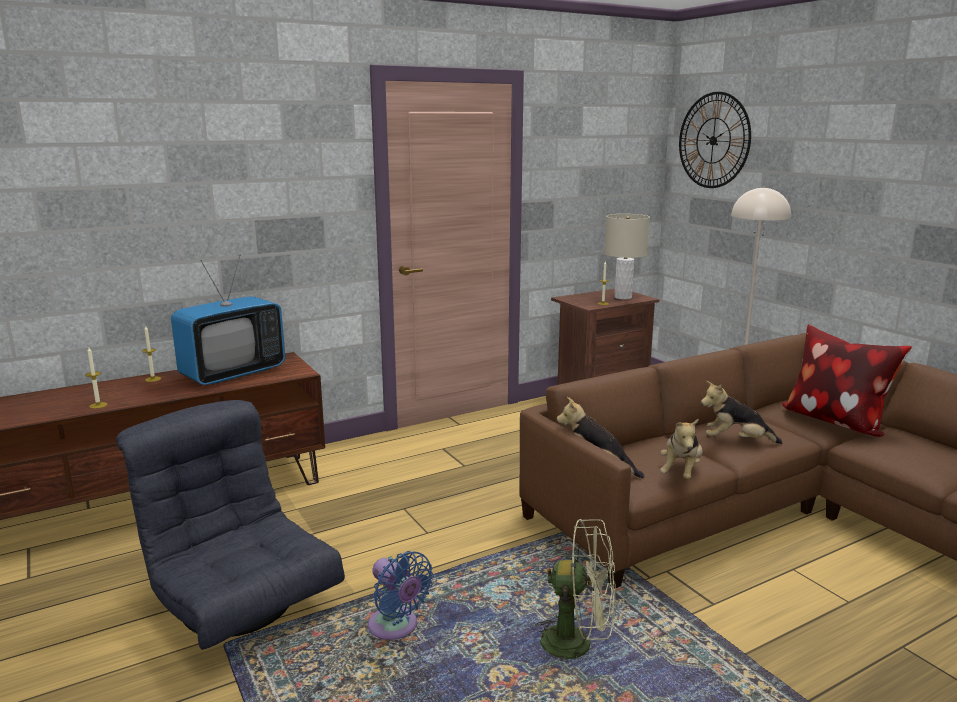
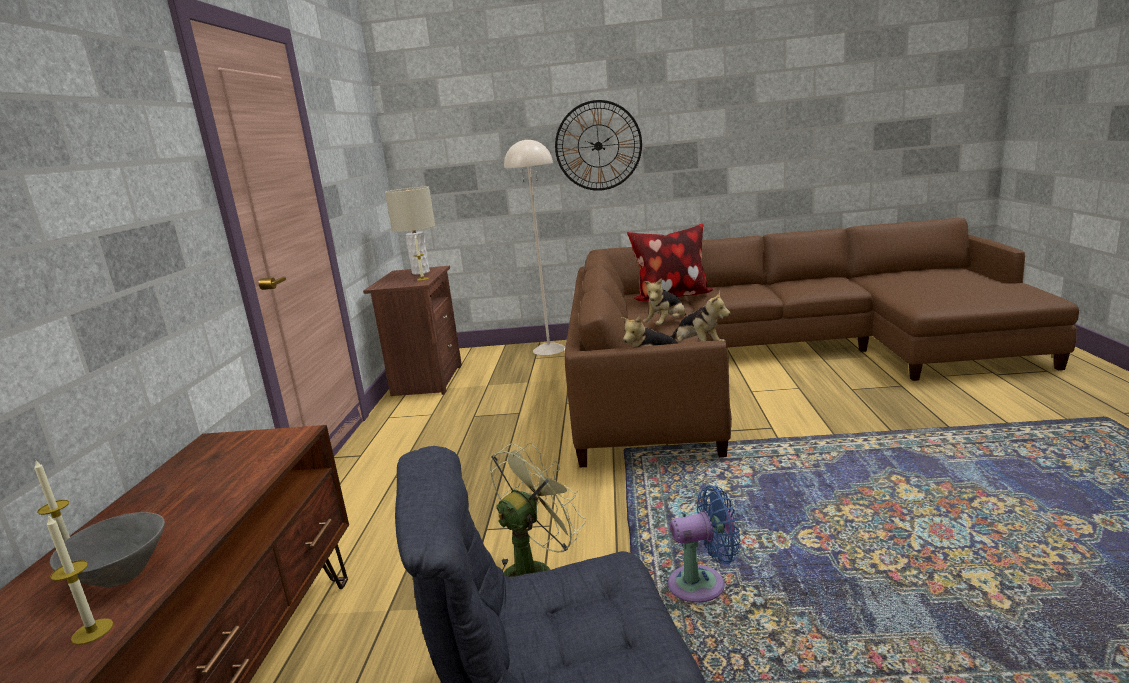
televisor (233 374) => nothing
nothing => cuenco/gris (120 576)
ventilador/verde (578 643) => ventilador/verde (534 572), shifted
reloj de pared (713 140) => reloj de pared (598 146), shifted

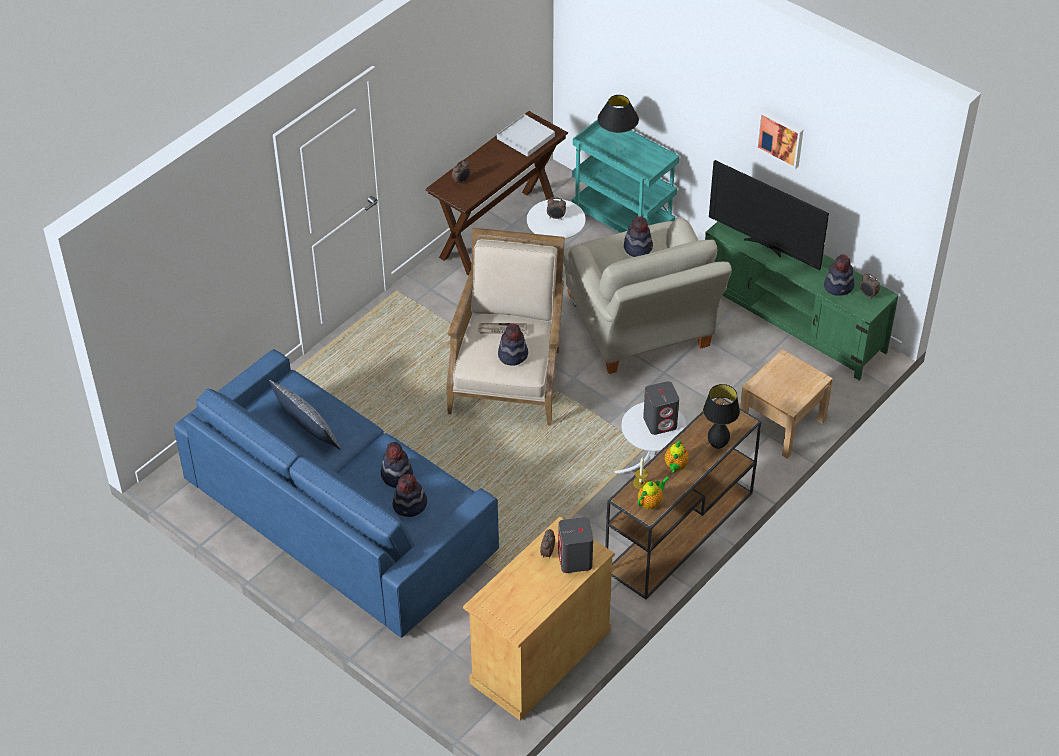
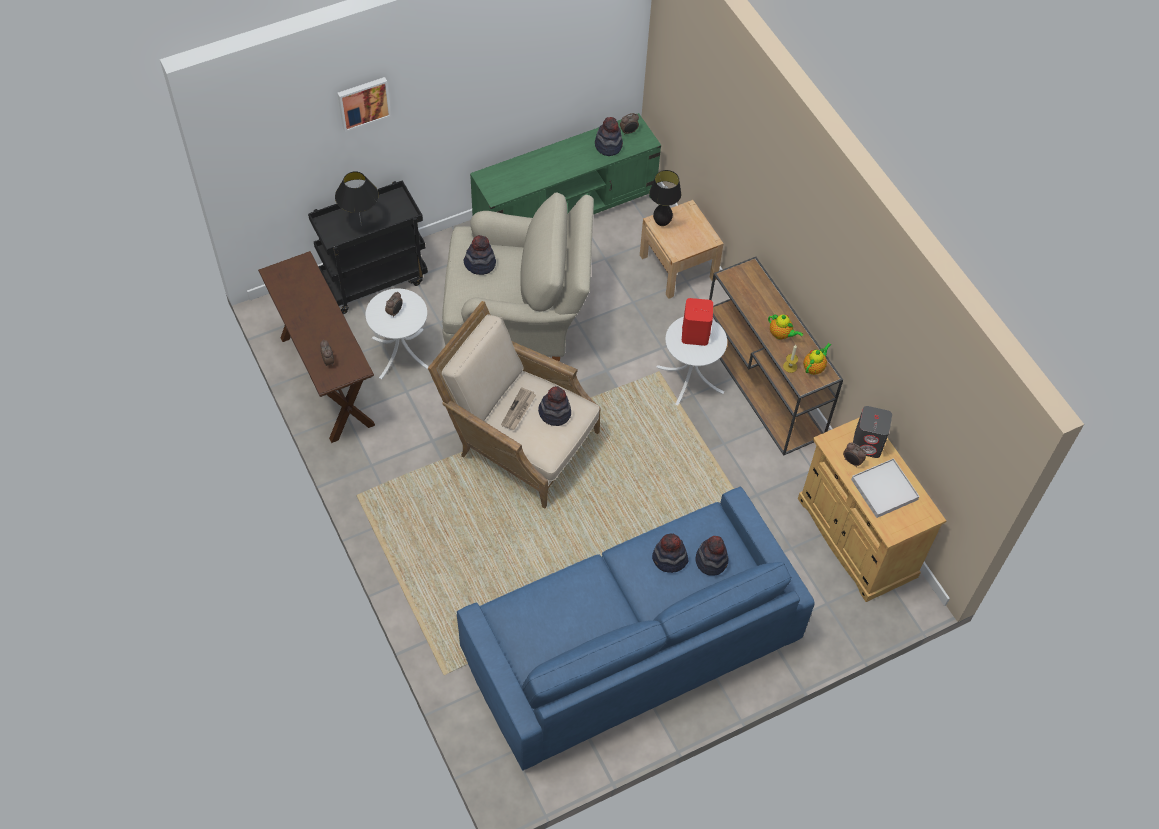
cojín (306 427) => nothing
televisor (764 246) => nothing
bandeja/blanco (525 137) => bandeja/blanco (884 489), shifted
lámpara de mesa/negro (718 445) => lámpara de mesa/negro (662 222), shifted
cuadro (781 137) => cuadro (363 102), shifted
carrito/turquesa (623 223) => carrito/negro (374 279)
altavoz/gris (660 422) => altavoz/rojo (695 333)
tetera (651 502) => tetera (814 367), 60 degrees clockwise

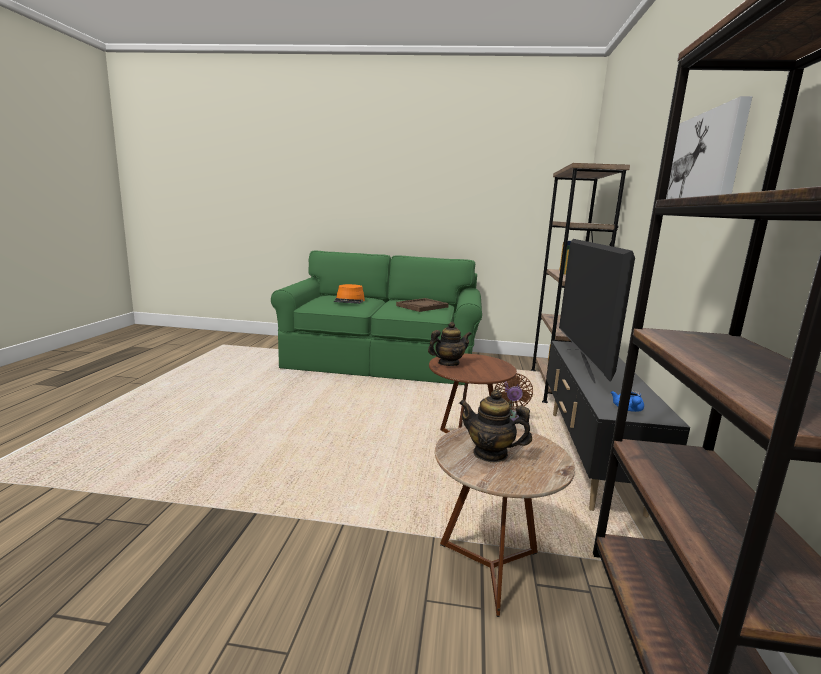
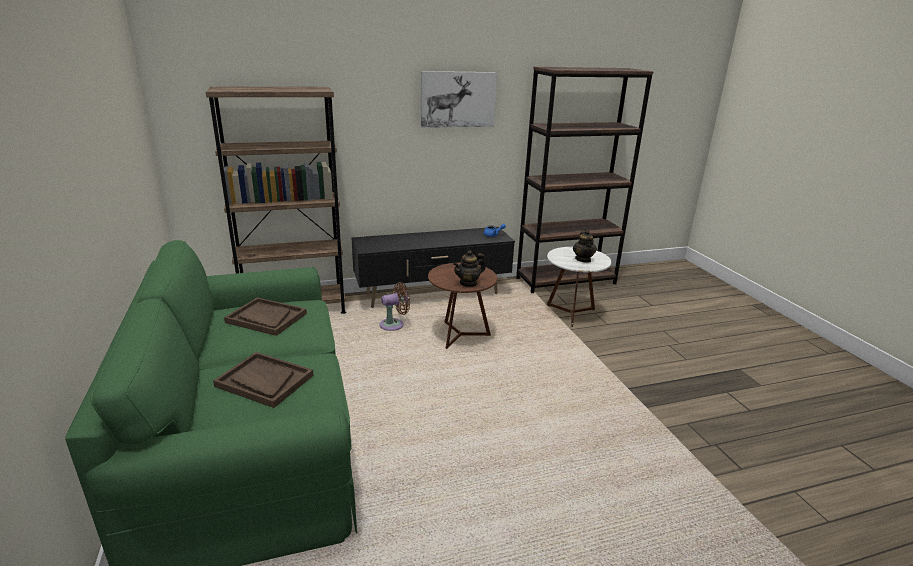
televisor (580 364) => nothing
sombrero/naranja (349 301) => bandeja/marrón (264 381)
mesa auxiliar/marrón (490 569) => mesa auxiliar/blanco (571 313)
tetera (448 363) => tetera (468 283), 75 degrees counterclockwise

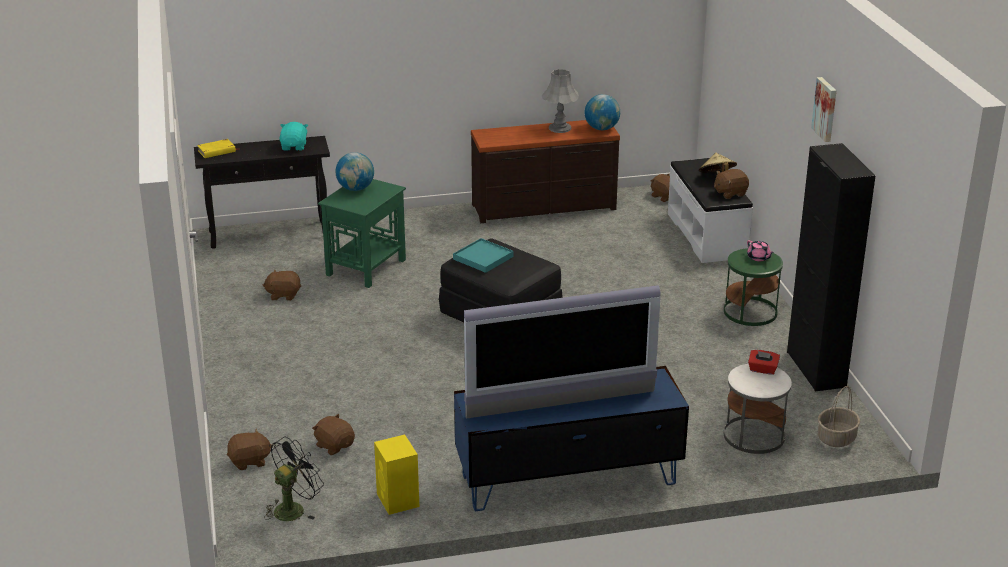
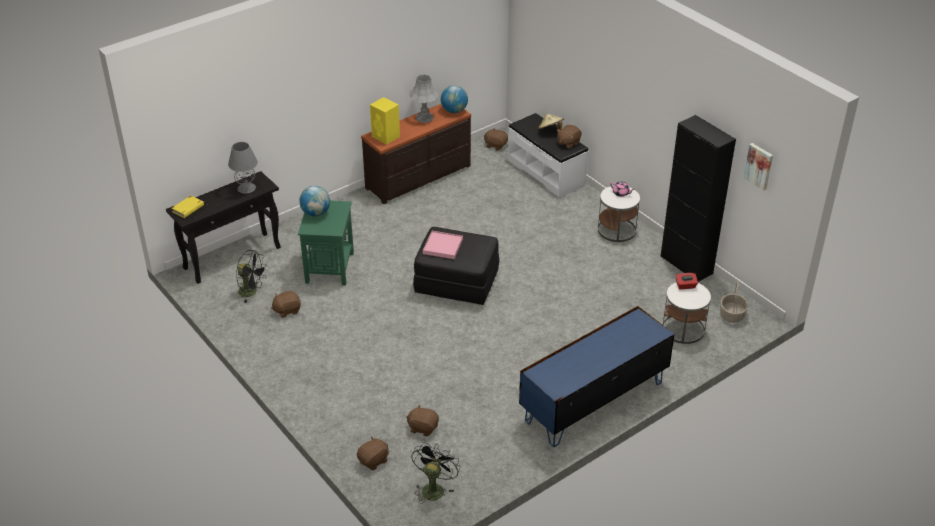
televisor (561 405) => nothing
nothing => ventilador/negro (252 292)
altavoz/amarillo (398 501) => altavoz/amarillo (386 137), shifted
cuadro (826 109) => cuadro (759 166), shifted
peluche/turquesa (294 147) => lámpara de mesa/gris (246 188)
bandeja/turquesa (483 258) => bandeja/rosa (442 246)
mesa auxiliar/verde (750 312) => mesa auxiliar/blanco (617 230)

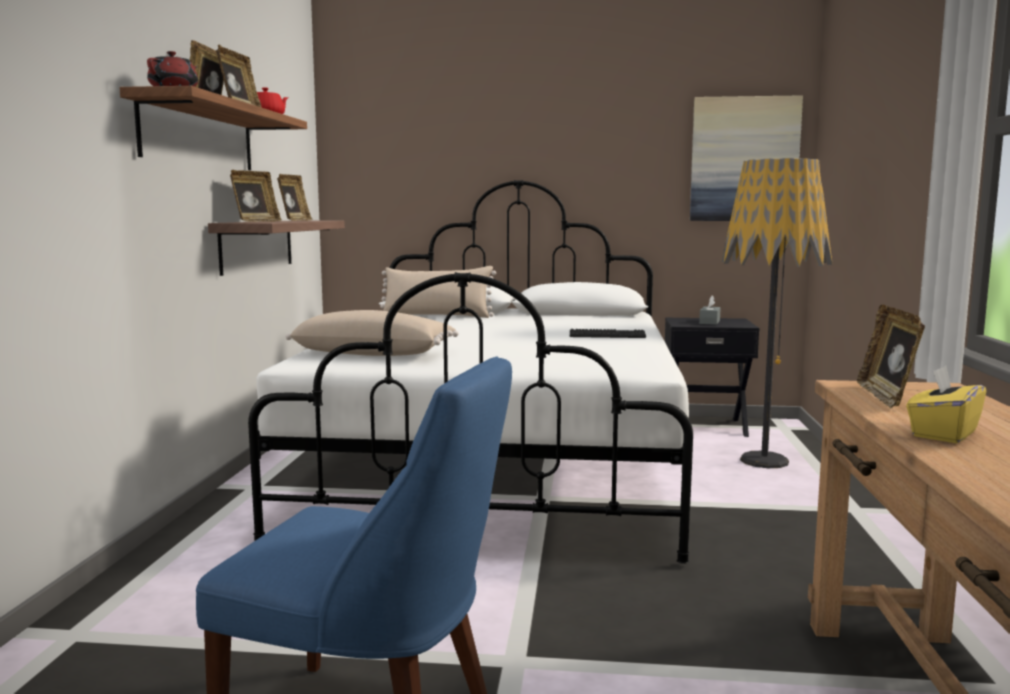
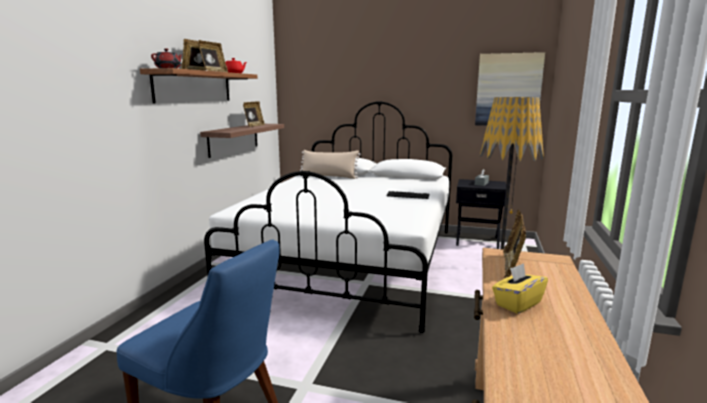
portarretratos (256 221) => nothing
cojín/beis (374 354) => nothing

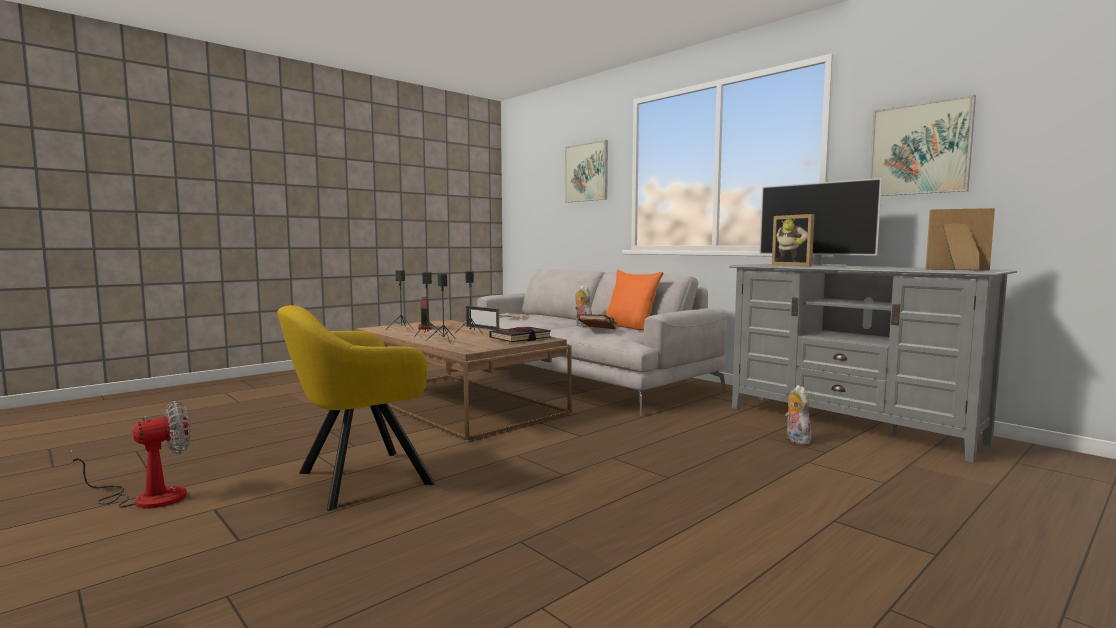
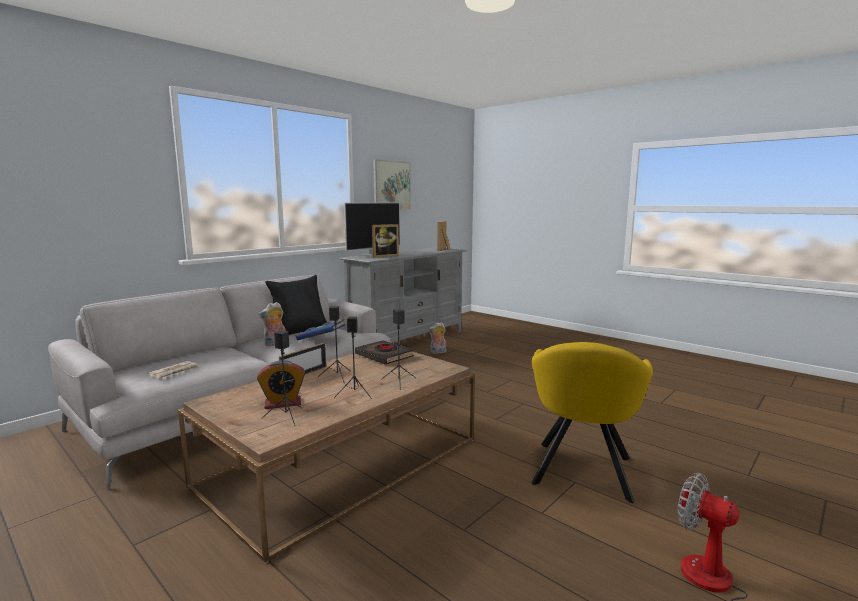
cuadro (586 172) => nothing
libro/marrón (598 331) => libro/azul (321 338)
cojín/naranja (631 327) => cojín/negro (300 330)
sillón/amarillo (356 479) => sillón/amarillo (582 473), 60 degrees clockwise

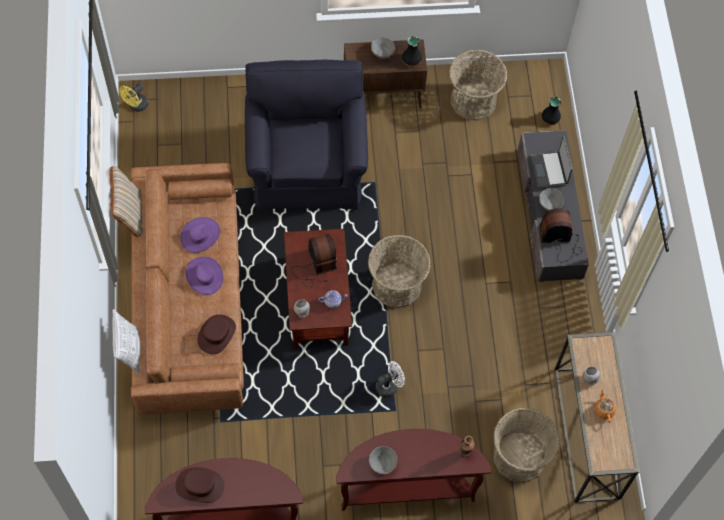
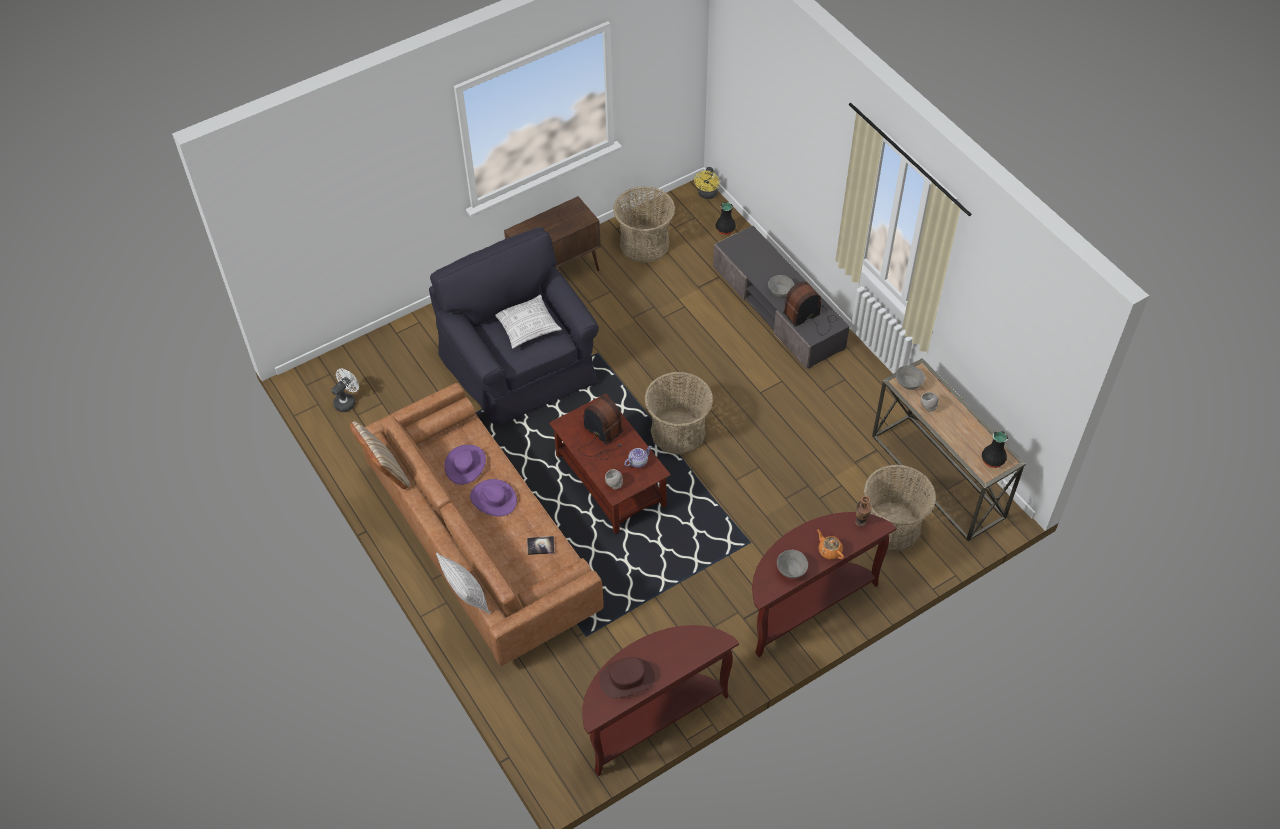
portátil (549 170) => nothing
nothing => cojín (527 327)
ventilador/amarillo (136 106) => ventilador/amarillo (707 195), shifted
cuenco/gris (382 53) => cuenco/gris (909 383), shifted
ventilador/blanco (389 386) => ventilador/blanco (347 401), shifted
florero/negro (411 60) => florero/negro (992 460), shifted
tetera/naranja (604 409) => tetera/naranja (829 550), shifted
sombrero/marrón (216 334) => libro (540 546)

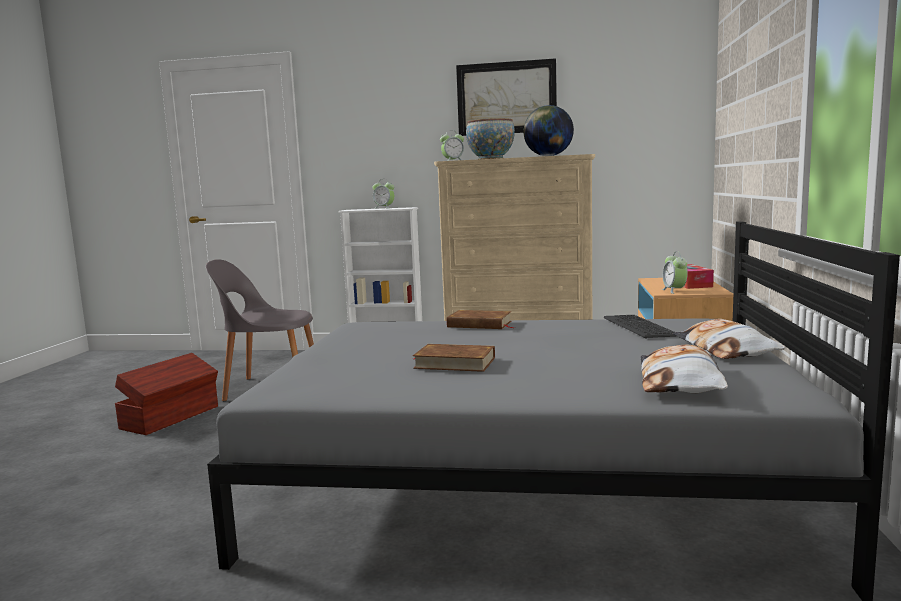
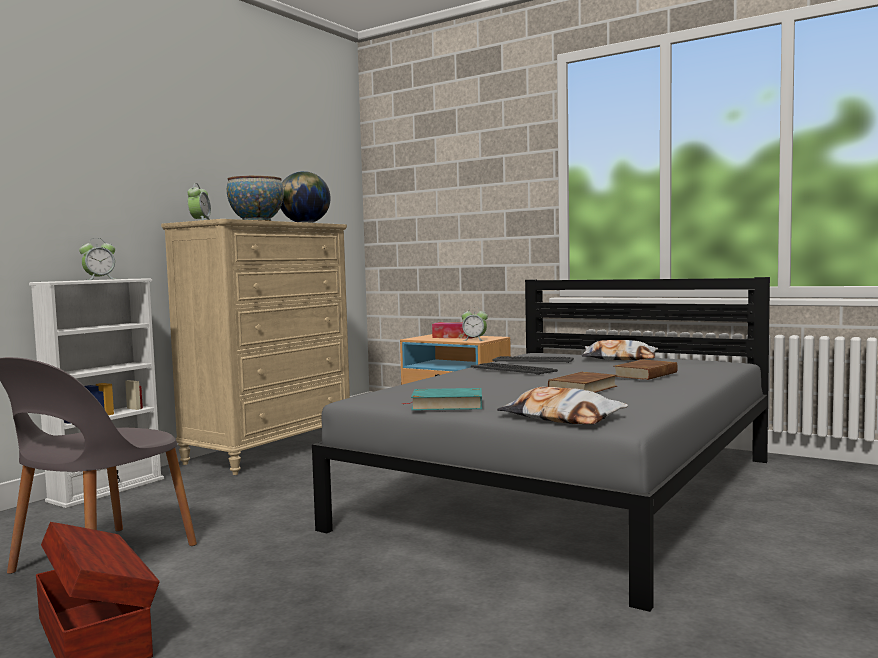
cuadro (506 98) => nothing
nothing => libro/turquesa (447 405)
nothing => teclado (513 369)
libro/marrón (479 324) => libro/marrón (646 374), shifted
cojín (680 381) => cojín (561 418), shifted

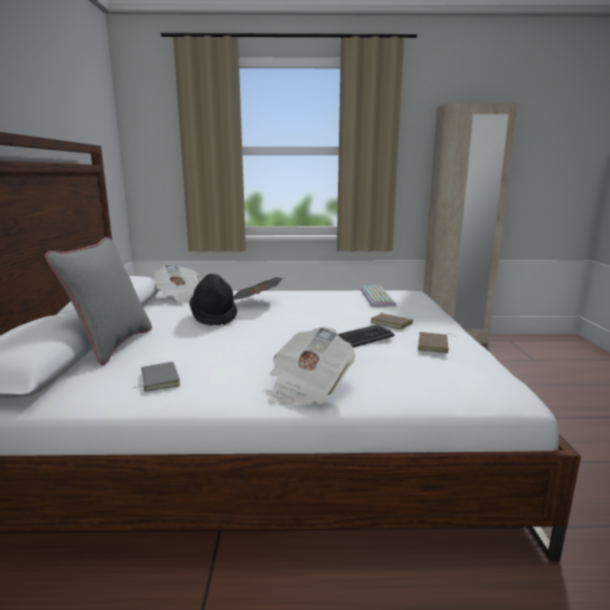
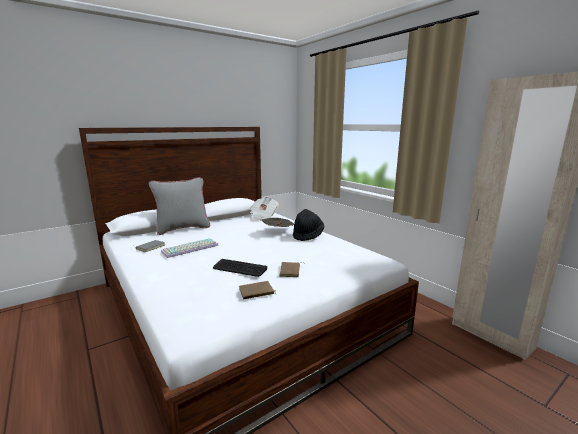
periódico (307 388) => nothing
sombrero/negro (214 317) => sombrero/negro (308 235), shifted
teclado (378 297) => teclado (190 249), shifted

